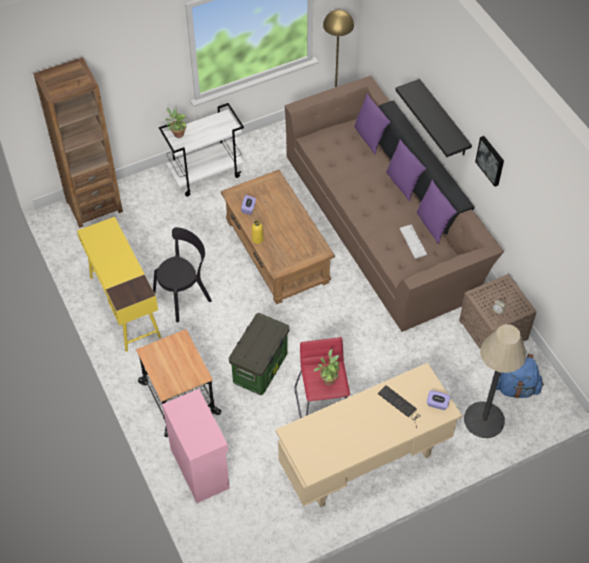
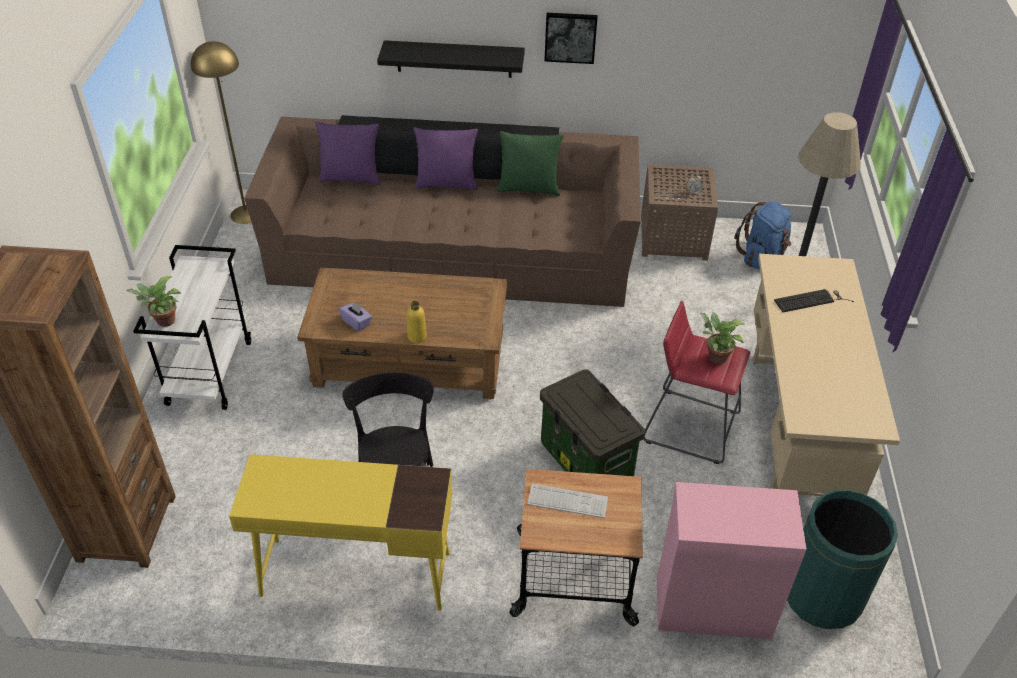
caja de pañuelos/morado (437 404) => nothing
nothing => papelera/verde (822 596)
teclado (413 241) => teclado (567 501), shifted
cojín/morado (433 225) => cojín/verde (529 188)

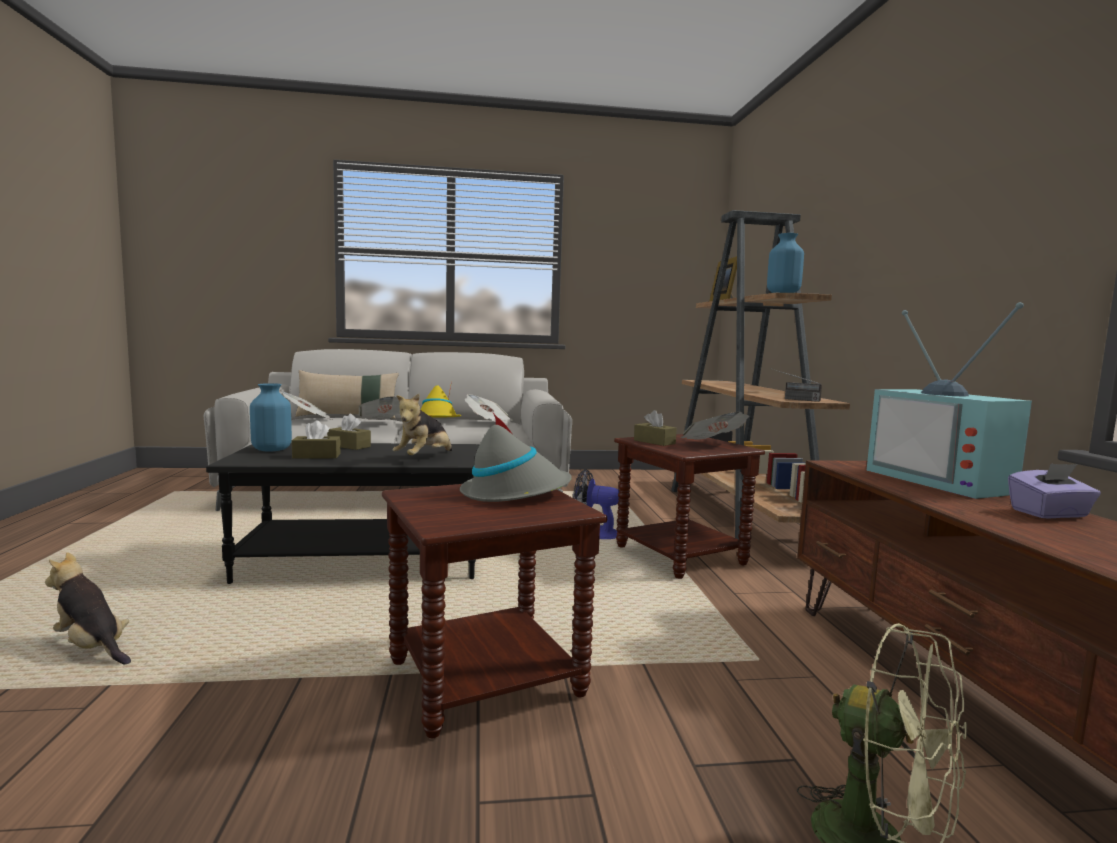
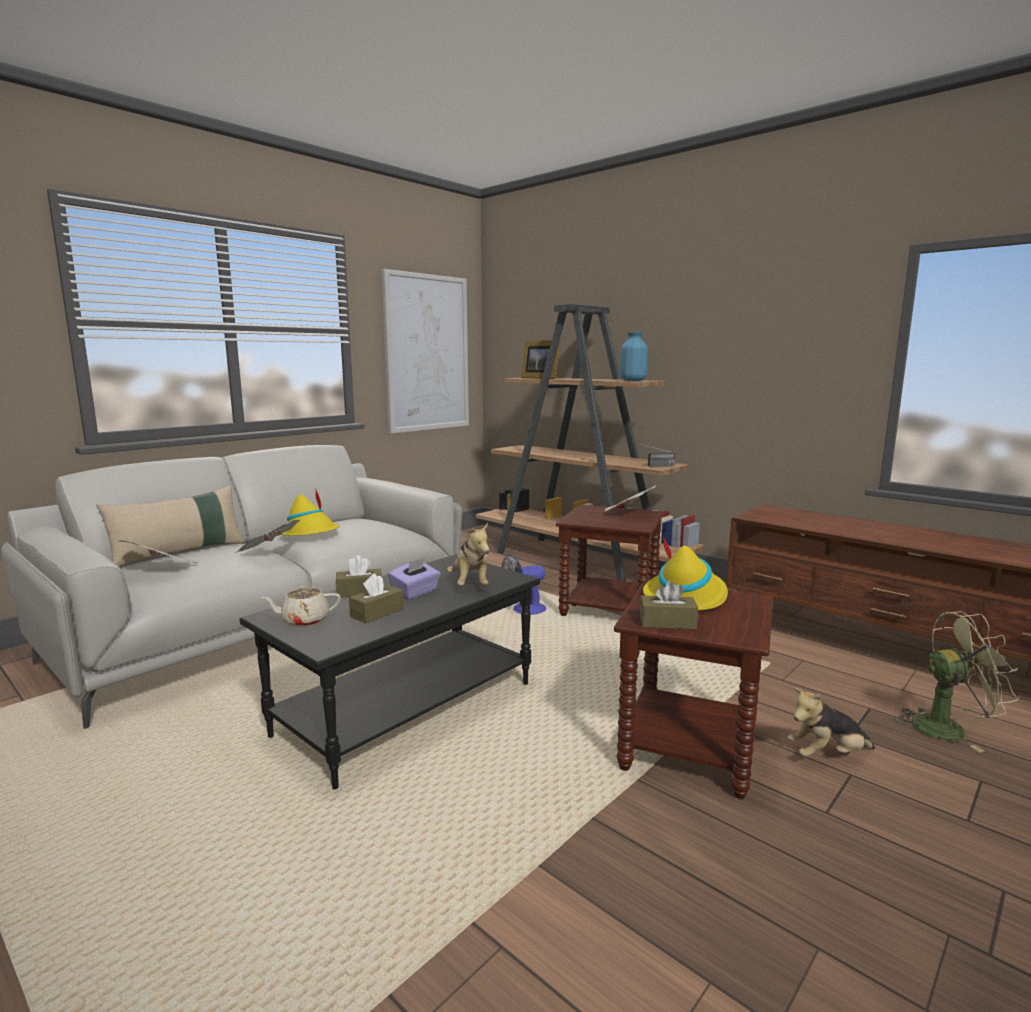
periódico (489 423) => nothing
televisor (943 481) => nothing
nothing => cuadro (427 353)
peluche (92 647) => peluche (827 755), shifted
caja de pañuelos/marrón (654 442) => caja de pañuelos/marrón (667 623), shifted
caja de pañuelos/morado (1049 514) => caja de pañuelos/morado (415 593), shifted
florero/azul (272 450) => tetera/beis (304 620)
sombrero/gris (515 493) => sombrero/amarillo (685 596)

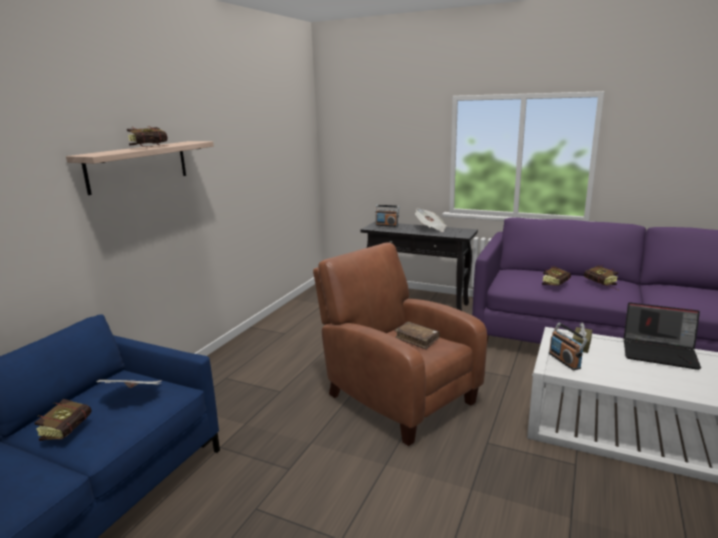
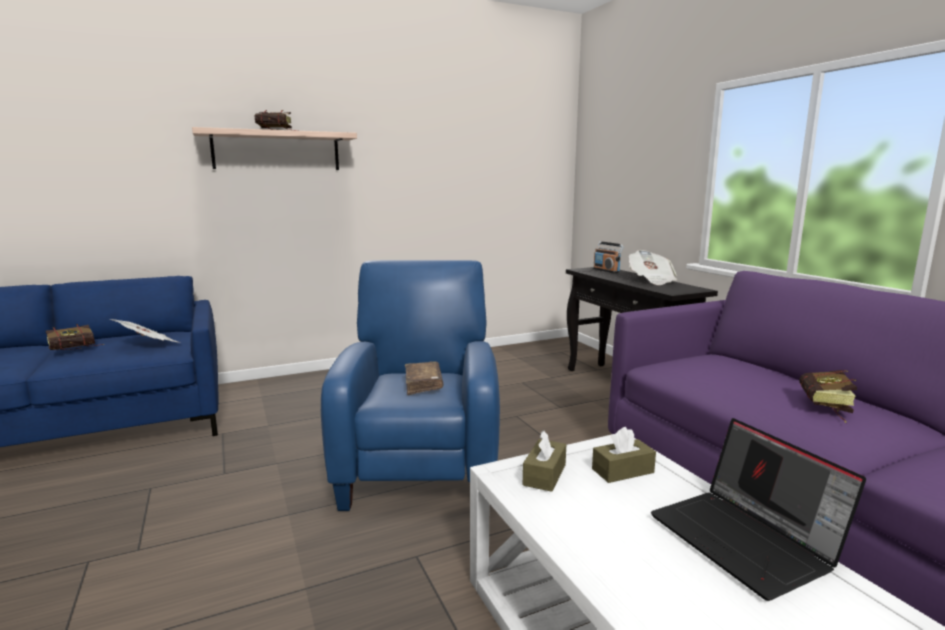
libro (556 284) => nothing
radio (564 361) => caja de pañuelos/marrón (544 475)
sillón/marrón (397 396) => sillón/azul (421 462)

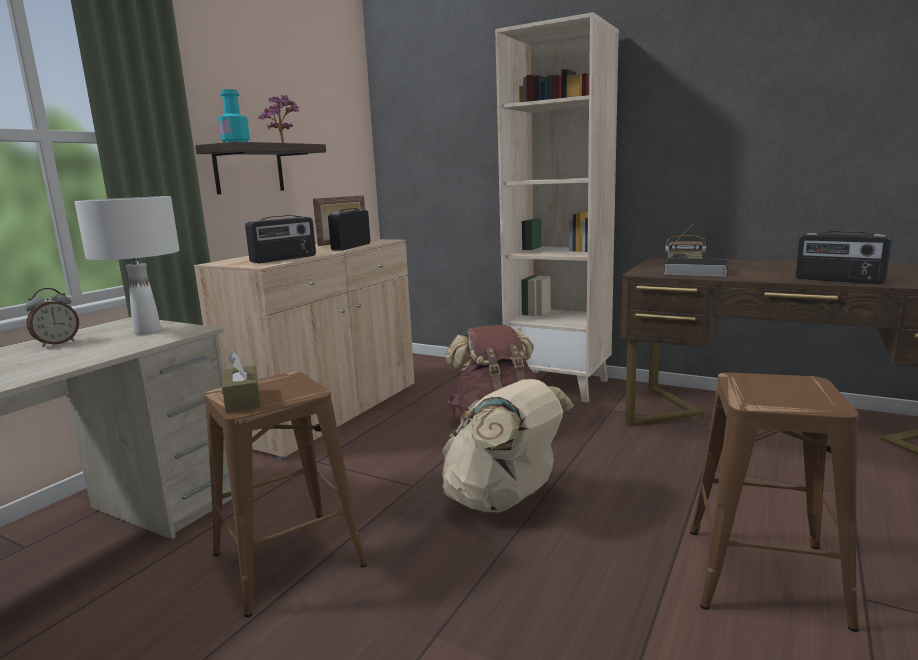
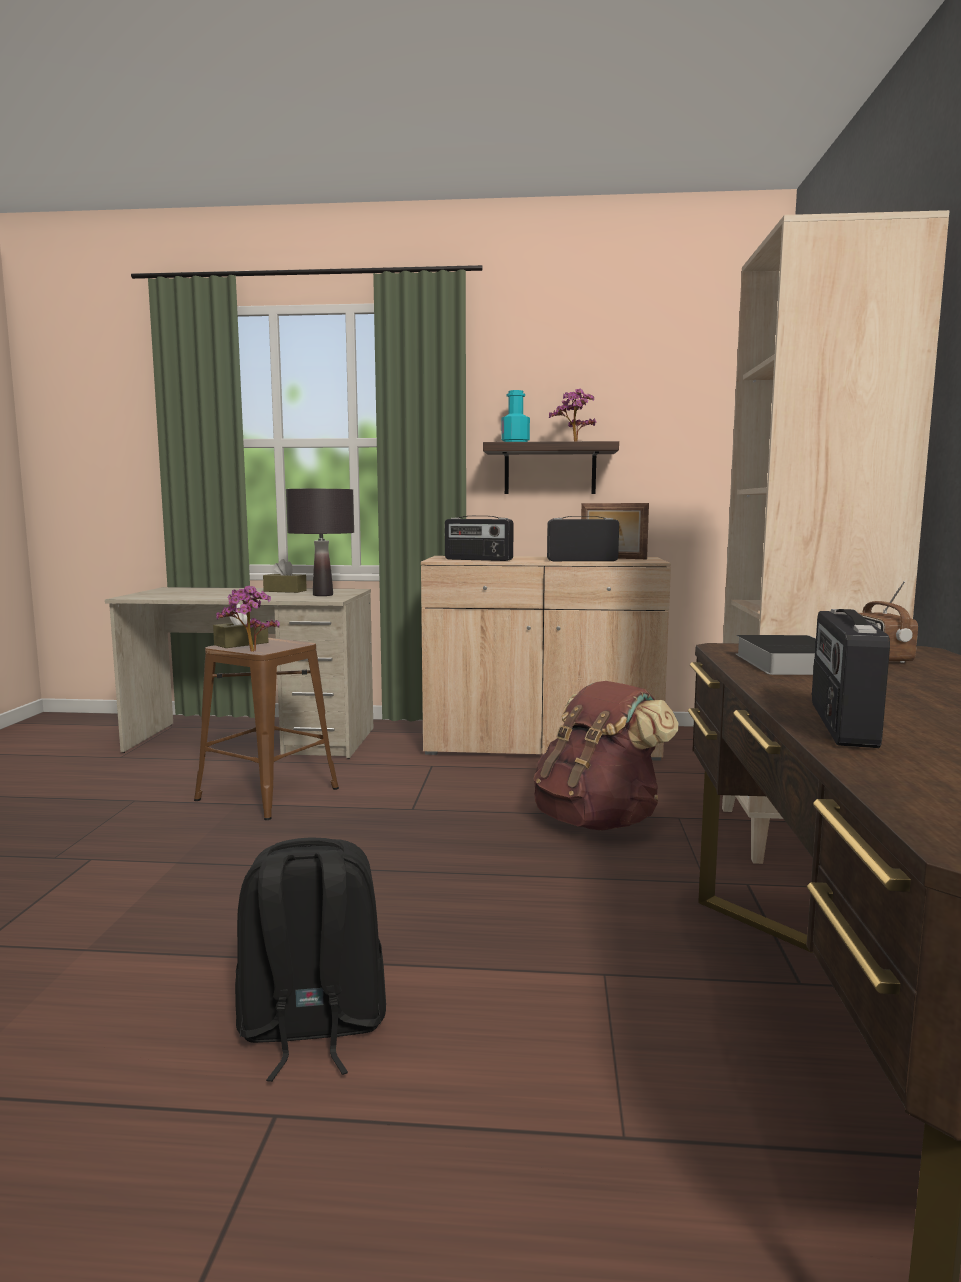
mochila/beis (503 501) => nothing
nothing => planta en maceta (250 652)
despertador (57 343) => caja de pañuelos/marrón (285 591)
taburete/marrón (765 575) => mochila/negro (311 1028)
lámpara de mesa/blanco (147 331) => lámpara de mesa/negro (323 595)

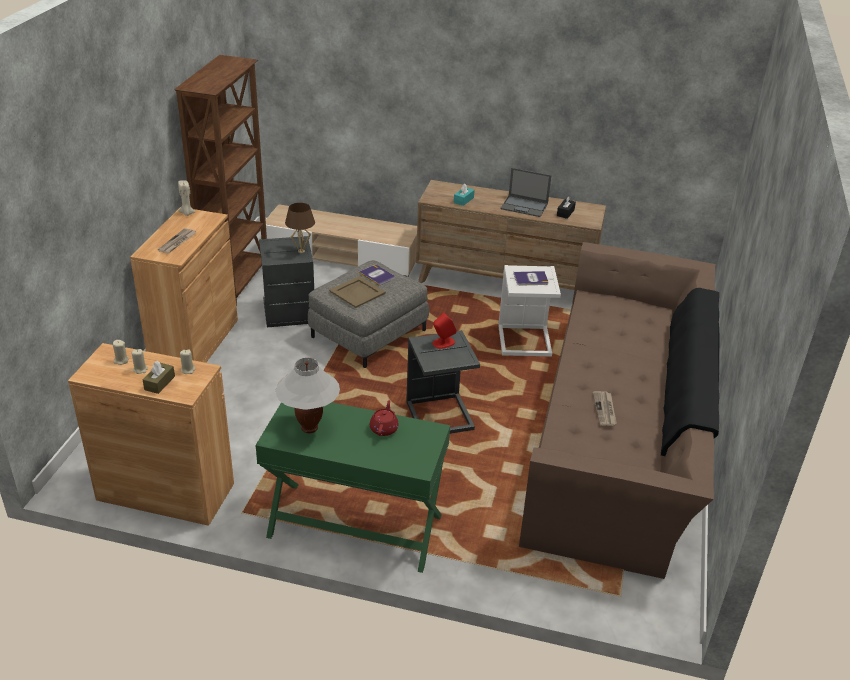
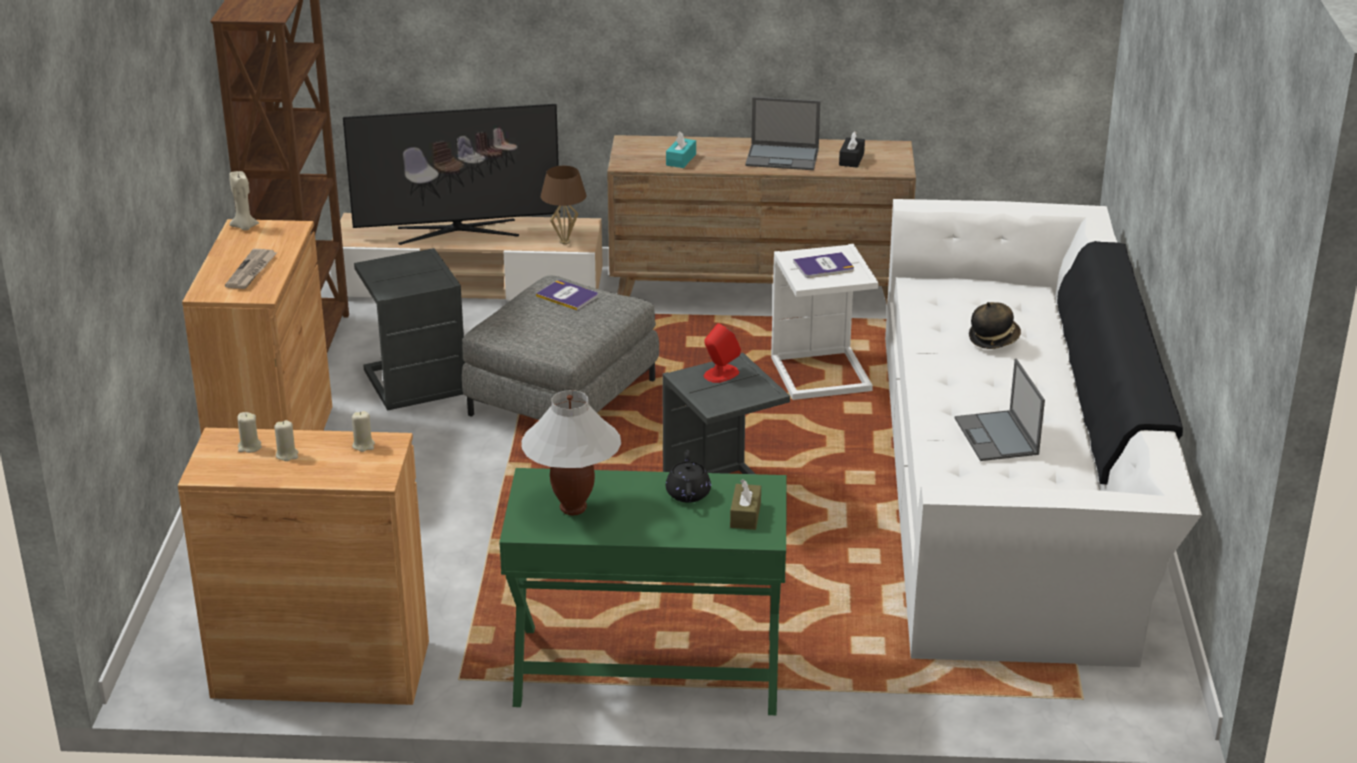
bandeja/beis (357 292) => nothing
nothing => televisor (457 231)
nothing => sombrero (993 339)
caja de pañuelos/marrón (159 383) => caja de pañuelos/marrón (745 515), shifted
lámpara de mesa/marrón (301 251) => lámpara de mesa/marrón (564 241), shifted
periódico (605 410) => portátil (997 437)
tetera/rojo (384 428) => tetera/negro (688 493)
sofá/marrón (621 433) => sofá/blanco (1015 484)

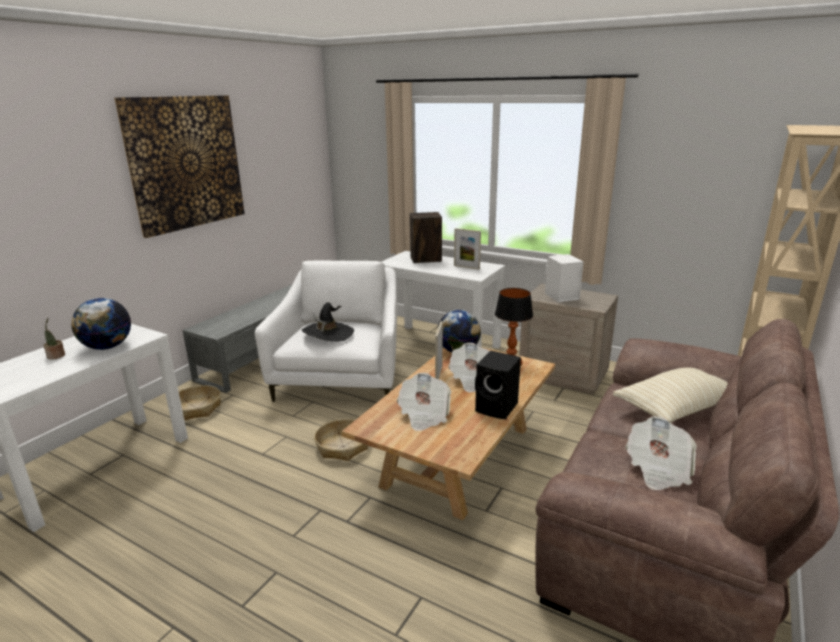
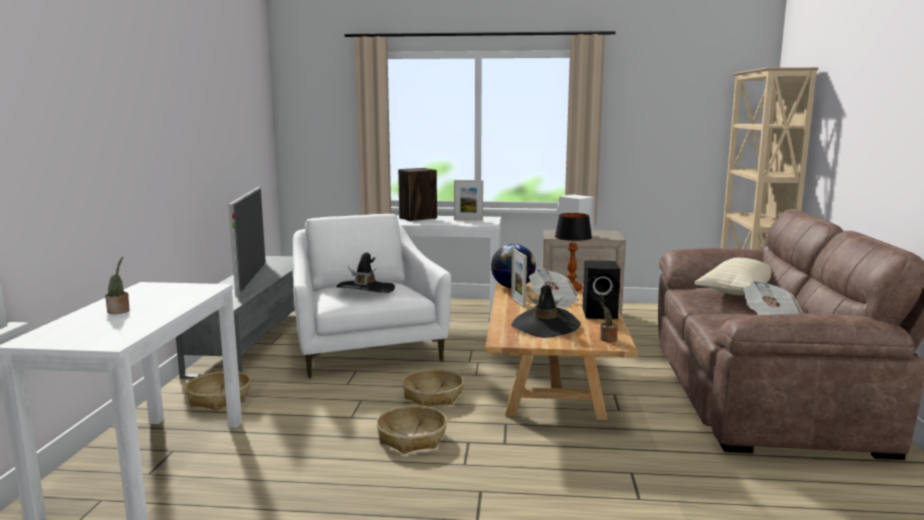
globo terráqueo (107 347) => nothing
cuadro (186 163) => nothing
nothing => televisor (252 277)
nothing => cesta (412 438)
nothing => planta en maceta (607 339)
periódico (424 415) => sombrero/negro (545 326)

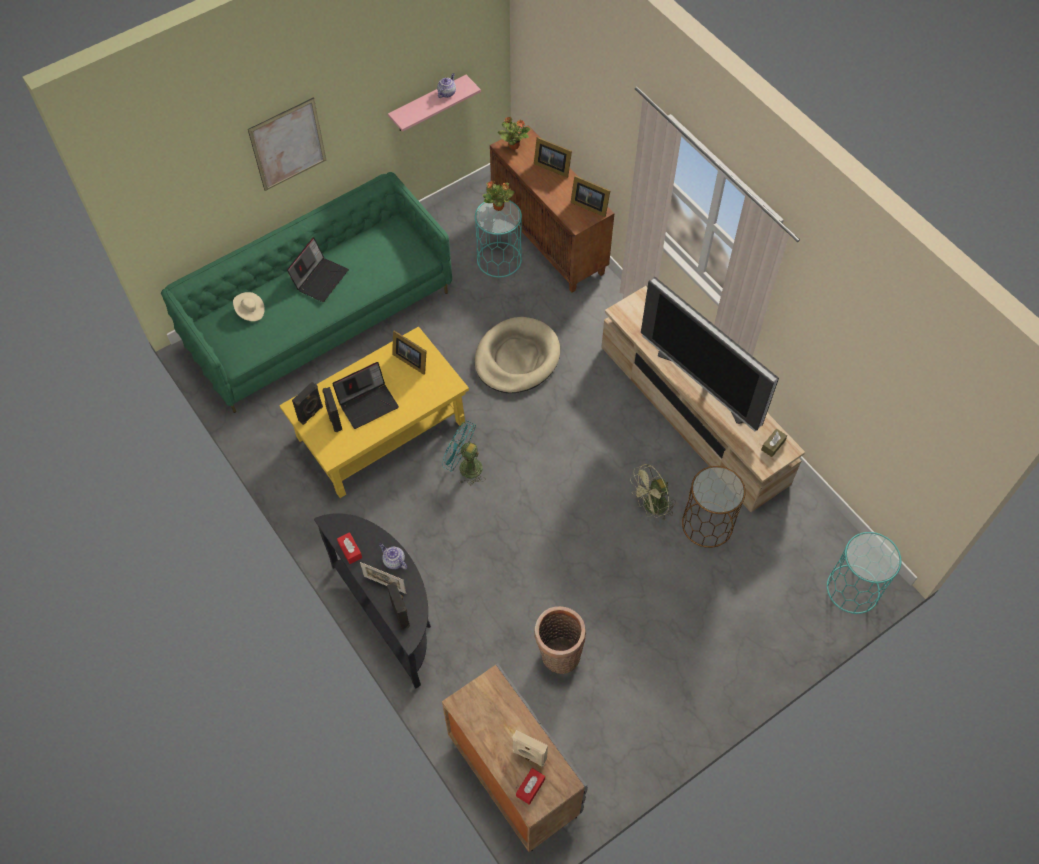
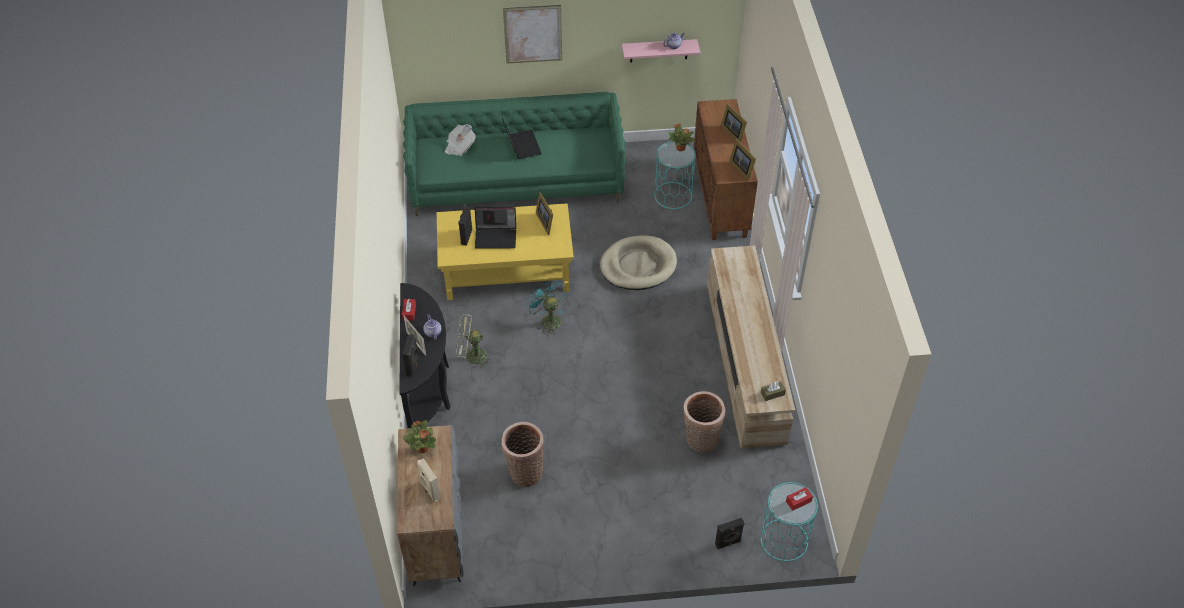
televisor (704 383) => nothing
altavoz/negro (311 414) => altavoz/negro (728 543), shifted
planta en maceta (513 145) => planta en maceta (422 448), shifted
caja de pañuelos/rojo (530 787) => caja de pañuelos/rojo (798 501), shifted
ventilador/verde (651 507) => ventilador/verde (471 356), shifted
sombrero/beis (250 311) => periódico (459 147)
mesa auxiliar/marrón (707 524) => cesta (700 441)
portátil (320 278) => portátil (521 145), 75 degrees counterclockwise

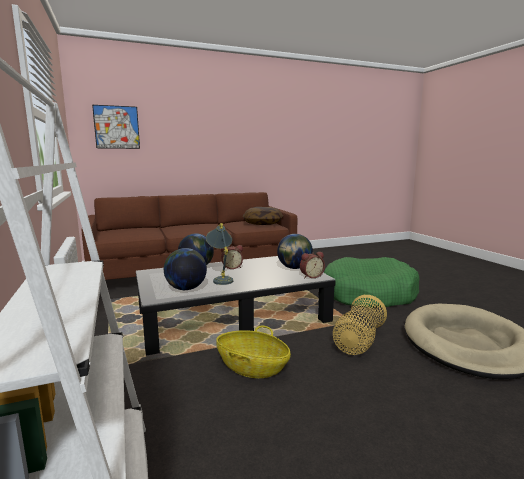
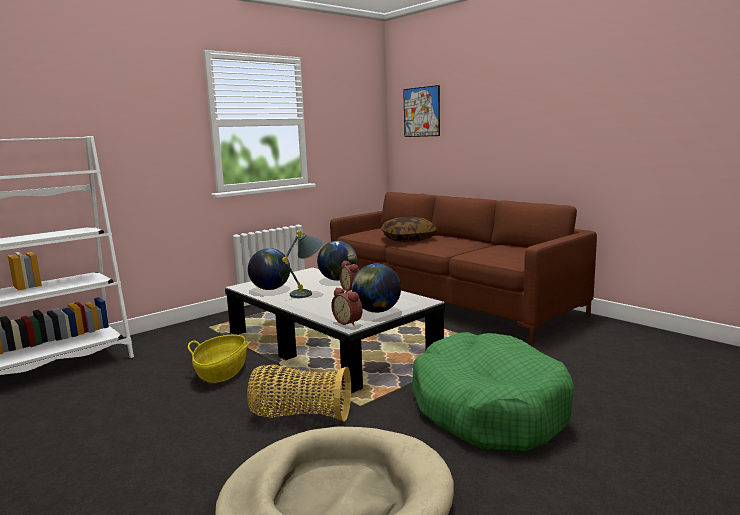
cojín (263 223) => cojín (408 239), shifted

